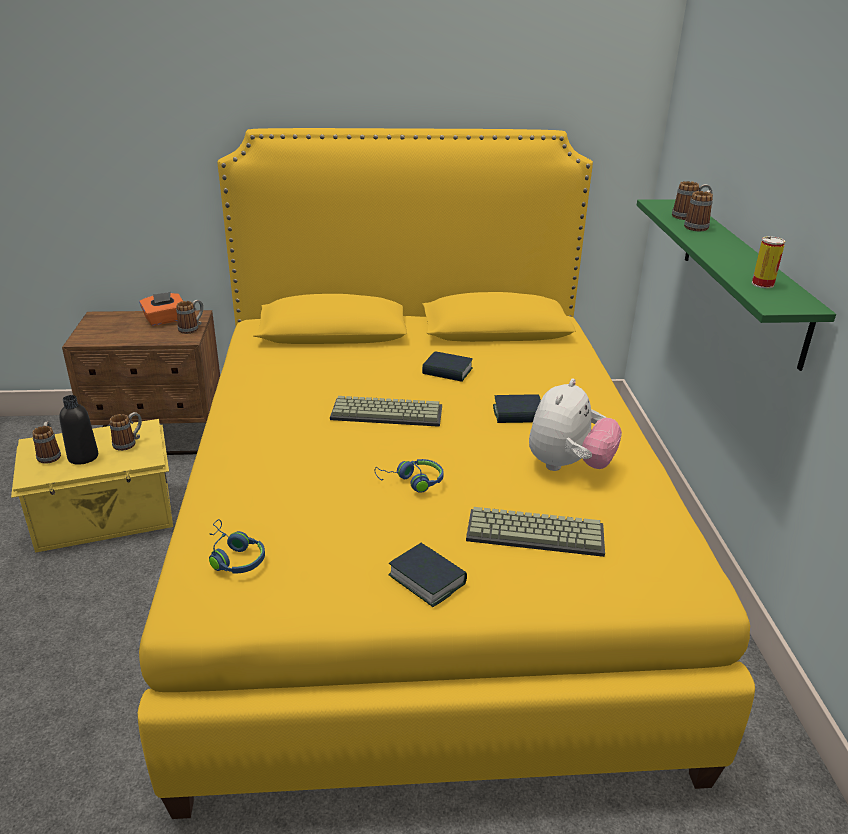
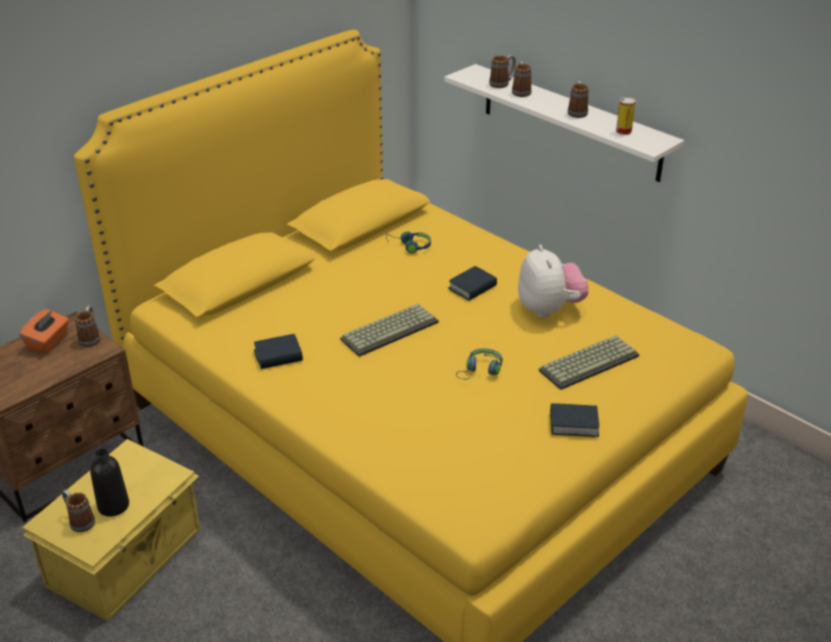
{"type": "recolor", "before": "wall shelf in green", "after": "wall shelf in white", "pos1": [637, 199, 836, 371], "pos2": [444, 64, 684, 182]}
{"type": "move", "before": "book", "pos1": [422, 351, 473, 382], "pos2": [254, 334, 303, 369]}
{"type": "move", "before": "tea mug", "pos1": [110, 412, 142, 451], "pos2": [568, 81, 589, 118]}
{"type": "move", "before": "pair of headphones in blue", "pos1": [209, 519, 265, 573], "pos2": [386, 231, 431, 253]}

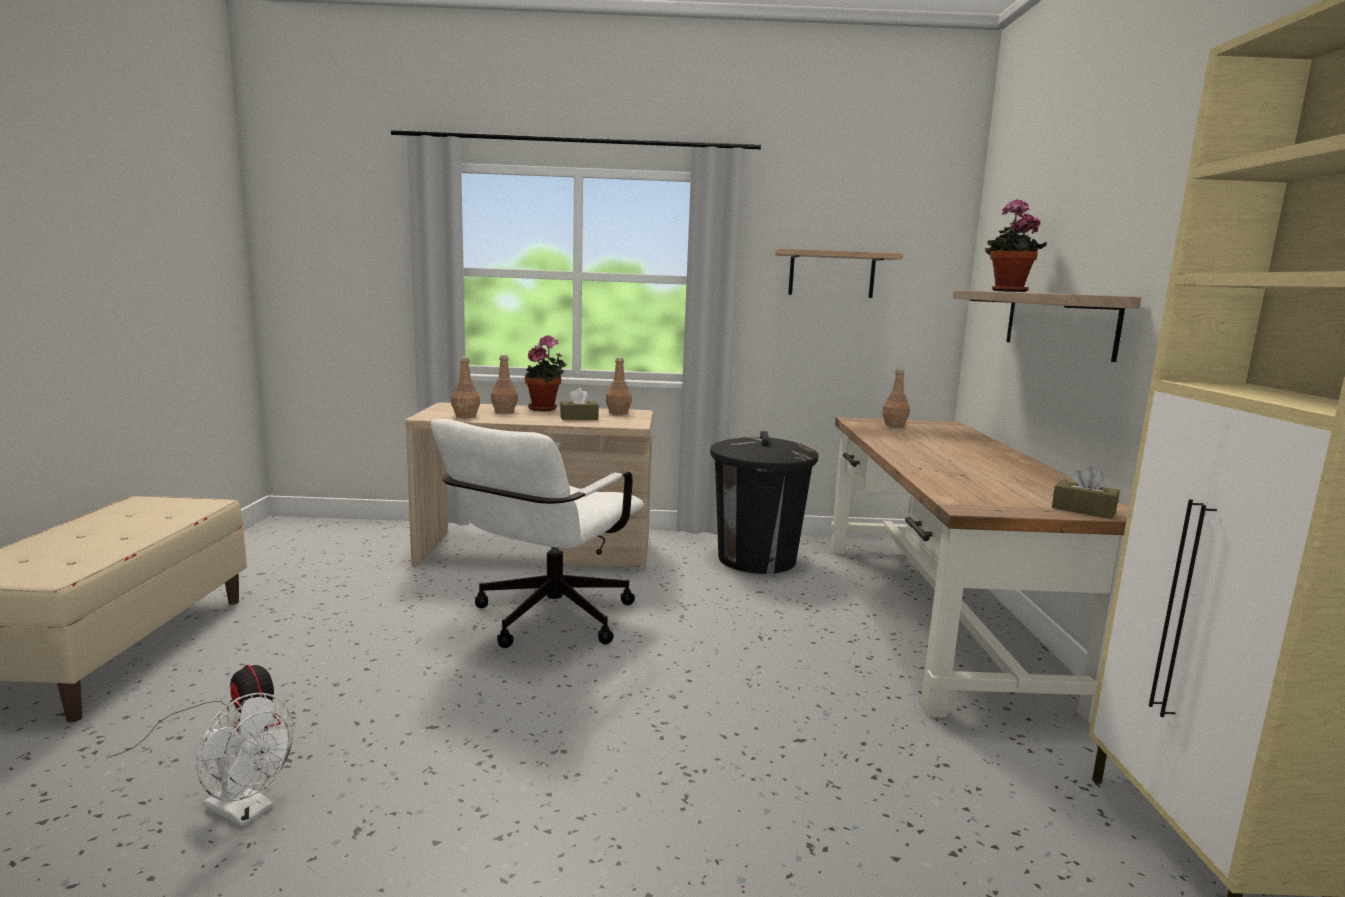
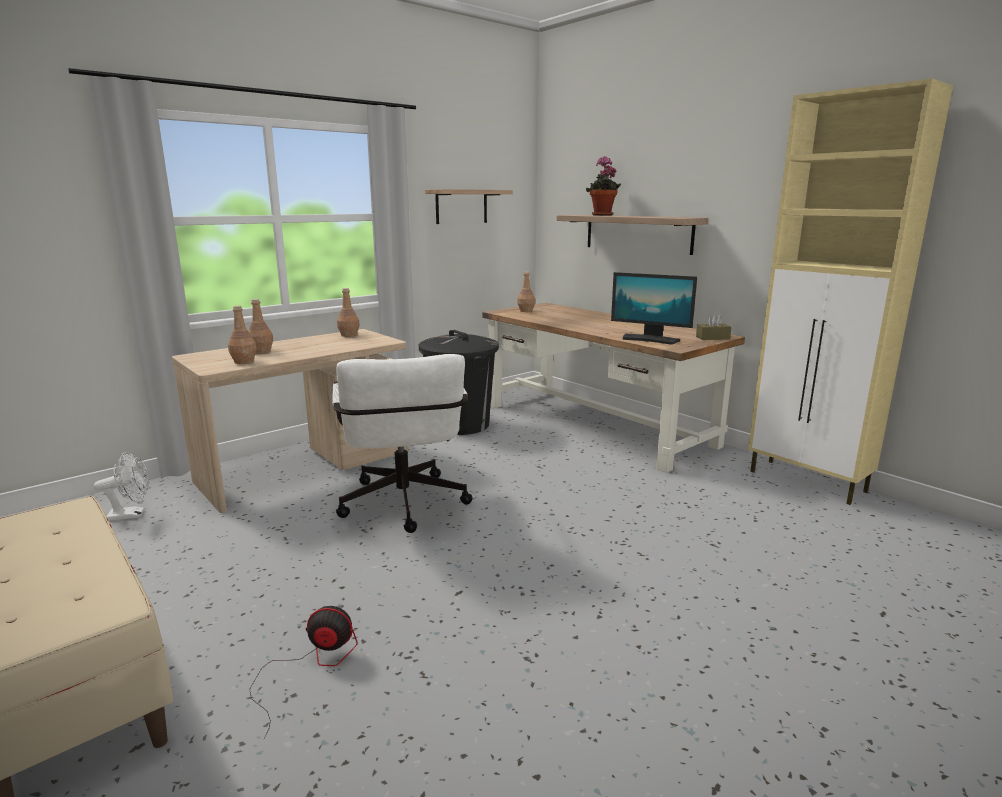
{"type": "delete", "before": "potted plant", "pos1": [525, 335, 566, 411]}
{"type": "delete", "before": "tissue holder in brownish", "pos1": [560, 388, 599, 420]}
{"type": "move", "before": "electric fan in white", "pos1": [196, 693, 293, 827], "pos2": [94, 452, 149, 521]}
{"type": "insert", "after": "computer screen", "pos2": [611, 272, 697, 345]}

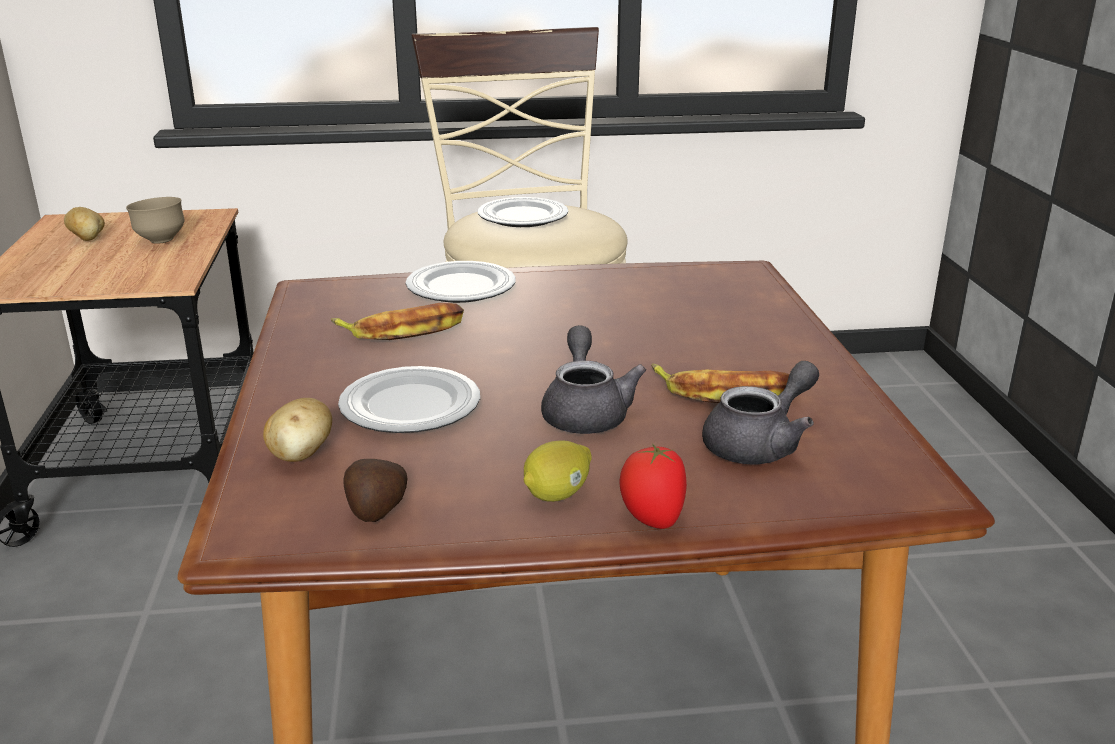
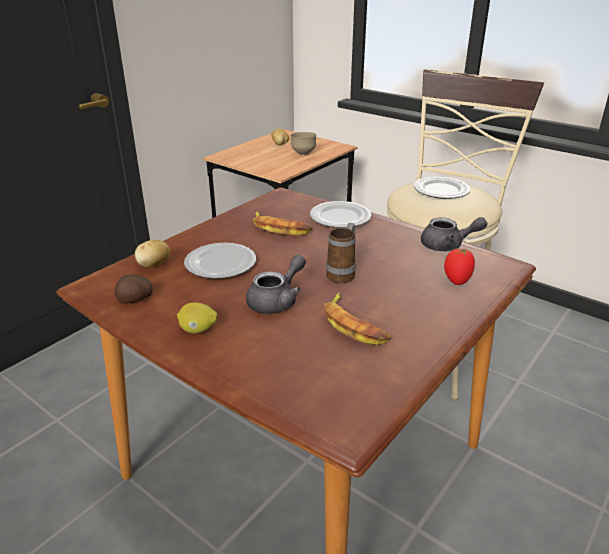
{"type": "move", "before": "pot for tea in grey", "pos1": [702, 361, 819, 464], "pos2": [421, 217, 487, 251]}
{"type": "move", "before": "fresh tomato", "pos1": [619, 444, 687, 529], "pos2": [444, 248, 475, 285]}
{"type": "insert", "after": "tea mug", "pos2": [326, 223, 356, 283]}

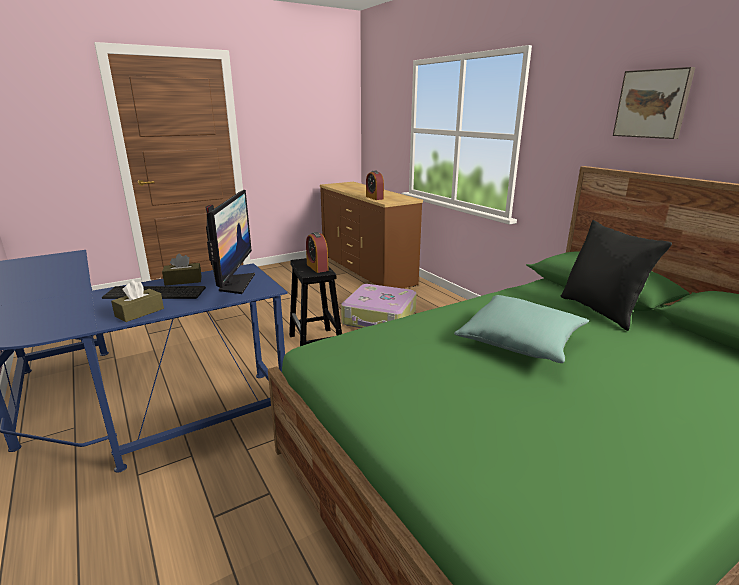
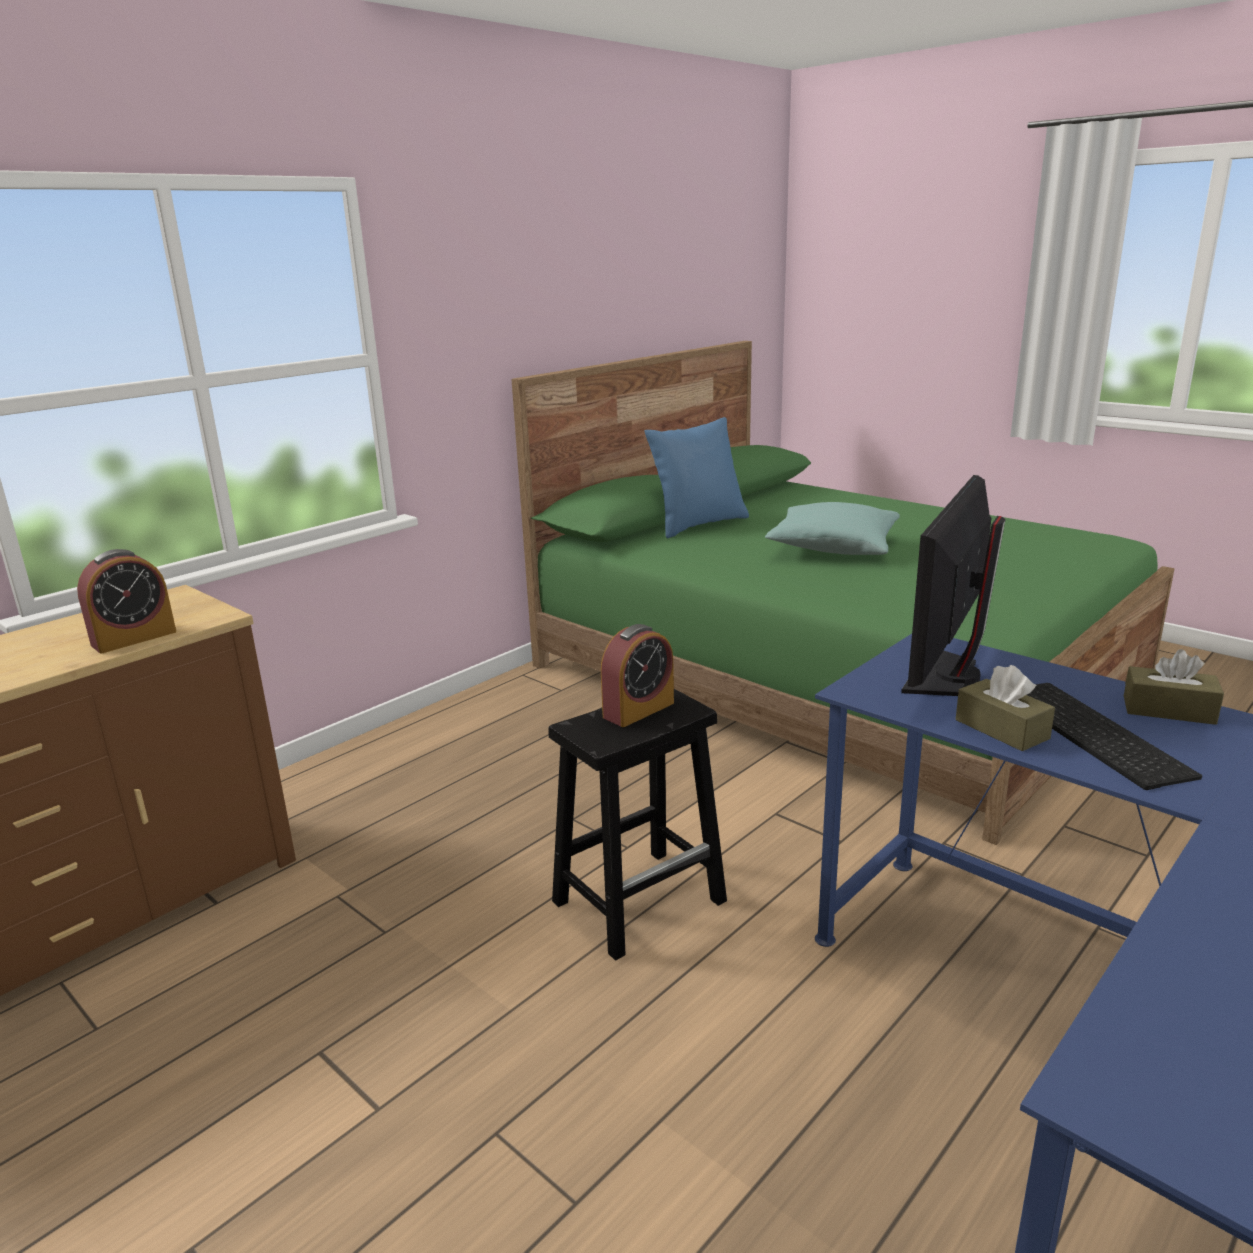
{"type": "delete", "before": "wall art", "pos1": [613, 67, 695, 139]}
{"type": "rotate", "before": "computer screen", "pos1": [205, 190, 255, 294], "pos2": [901, 475, 1006, 696], "turn": -45}
{"type": "recolor", "before": "cushion in blackish", "after": "cushion in blue", "pos1": [561, 220, 672, 331], "pos2": [645, 417, 749, 538]}
{"type": "delete", "before": "piece of luggage", "pos1": [341, 284, 417, 328]}

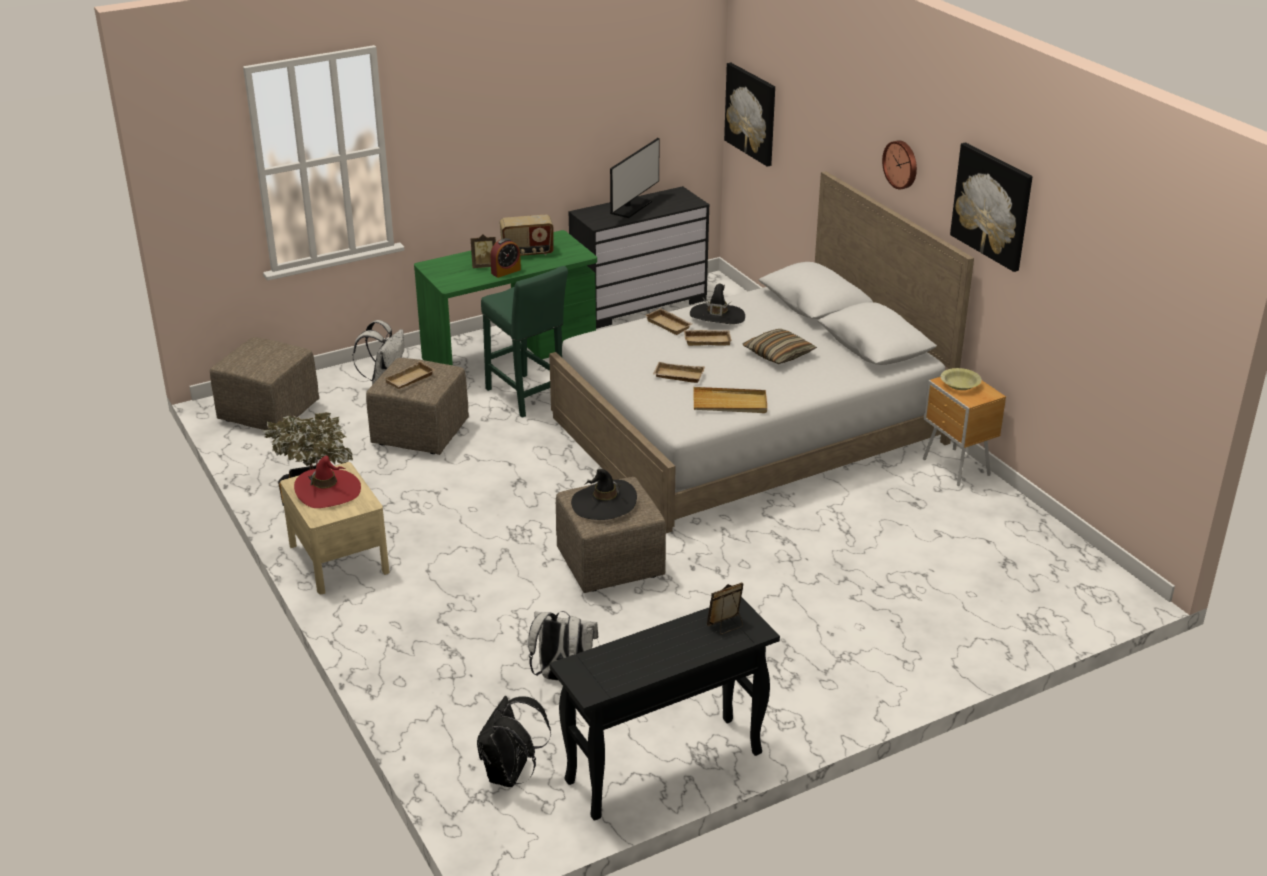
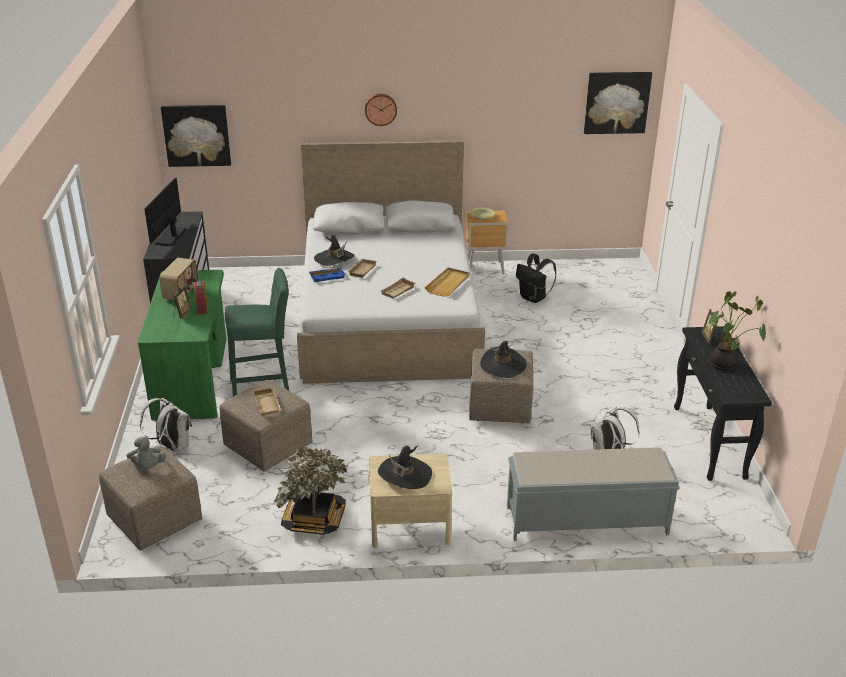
{"type": "rotate", "before": "computer screen", "pos1": [610, 138, 660, 218], "pos2": [144, 177, 186, 246], "turn": -135}
{"type": "move", "before": "wall art", "pos1": [950, 142, 1033, 272], "pos2": [584, 72, 652, 134]}
{"type": "recolor", "before": "tray in beige-coloured", "after": "tray in blue", "pos1": [645, 308, 692, 335], "pos2": [309, 267, 346, 282]}
{"type": "delete", "before": "cushion", "pos1": [742, 329, 817, 364]}
{"type": "recolor", "before": "wearable hat in red-coloured", "after": "wearable hat in blackish", "pos1": [294, 455, 361, 508], "pos2": [378, 445, 432, 489]}
{"type": "move", "before": "rucksack in blackish", "pos1": [477, 696, 551, 787], "pos2": [516, 254, 557, 303]}
{"type": "insert", "after": "potted plant", "pos2": [708, 291, 766, 371]}
{"type": "insert", "after": "cuddly toy in grey", "pos2": [126, 436, 166, 469]}
{"type": "insert", "after": "long seat in grey", "pos2": [507, 447, 680, 541]}

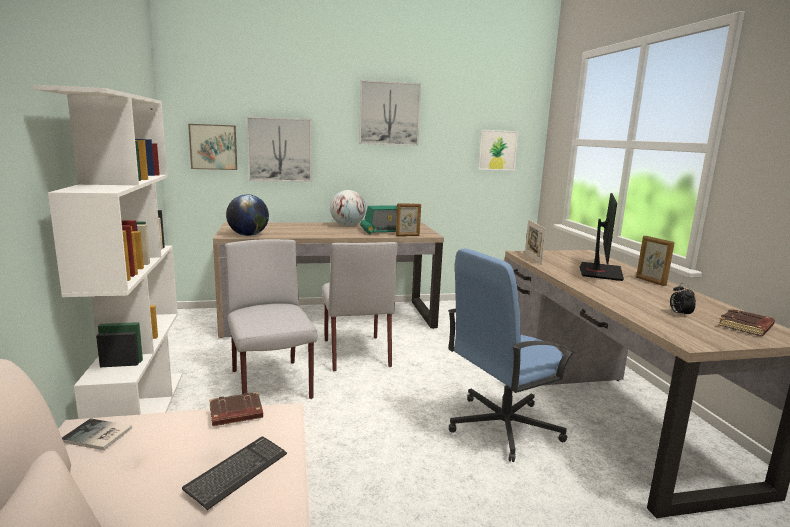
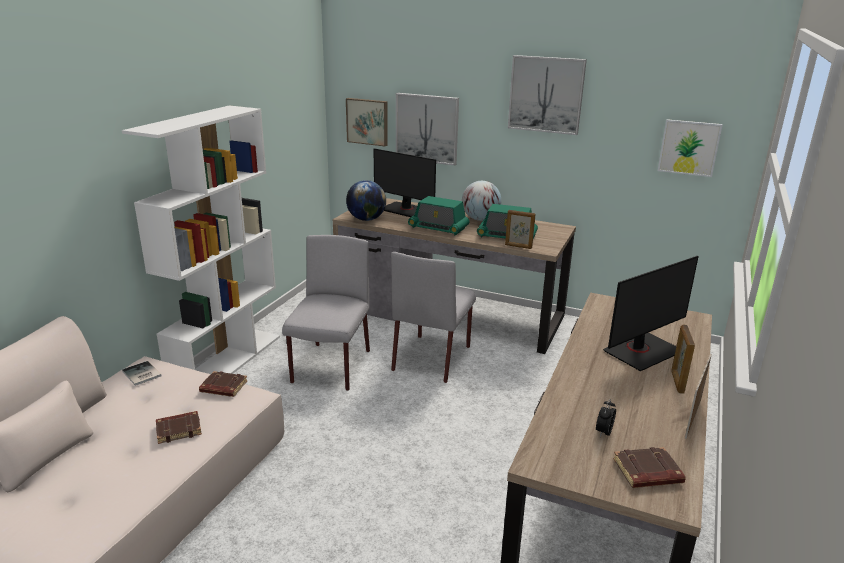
{"type": "move", "before": "standing frame", "pos1": [525, 220, 546, 265], "pos2": [685, 354, 712, 439]}
{"type": "delete", "before": "computer chair in blue", "pos1": [448, 248, 576, 462]}
{"type": "replace", "before": "computer keyboard", "after": "book in brownish", "pos1": [182, 436, 287, 510], "pos2": [156, 411, 202, 444]}
{"type": "insert", "after": "computer screen", "pos2": [374, 148, 436, 217]}
{"type": "insert", "after": "radio", "pos2": [408, 196, 470, 235]}

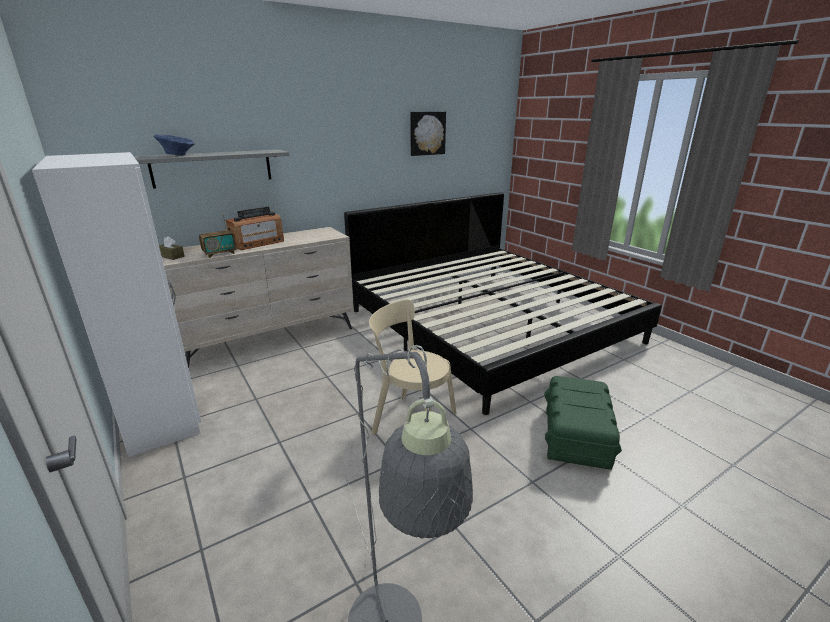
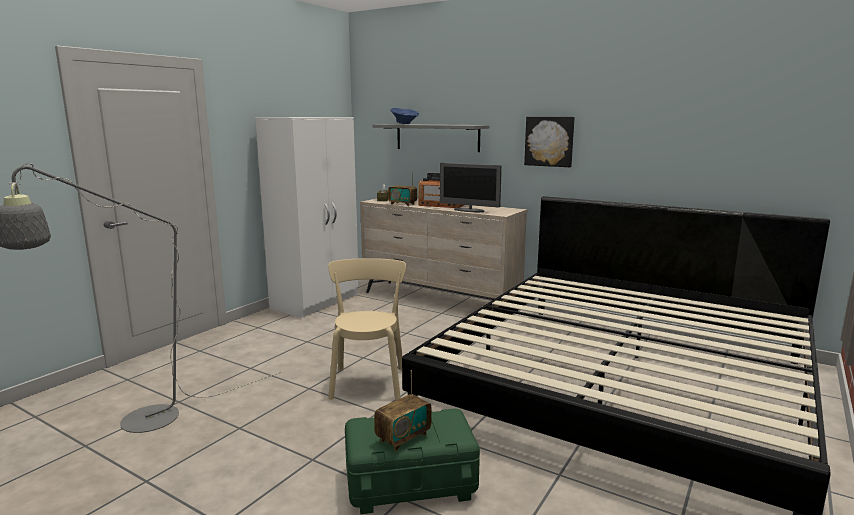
{"type": "move", "before": "wall art", "pos1": [410, 112, 446, 156], "pos2": [524, 117, 575, 167]}
{"type": "insert", "after": "computer screen", "pos2": [440, 163, 502, 212]}
{"type": "insert", "after": "radio", "pos2": [374, 370, 431, 451]}

